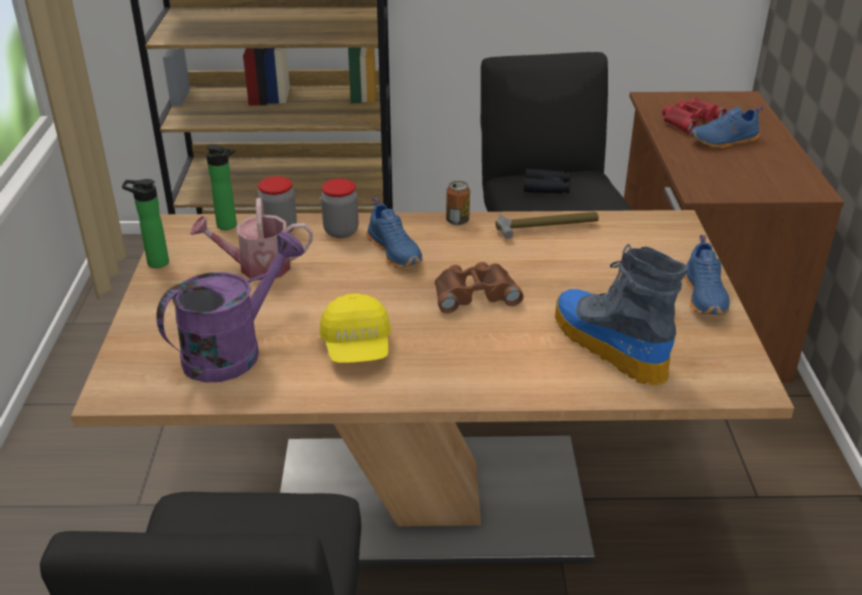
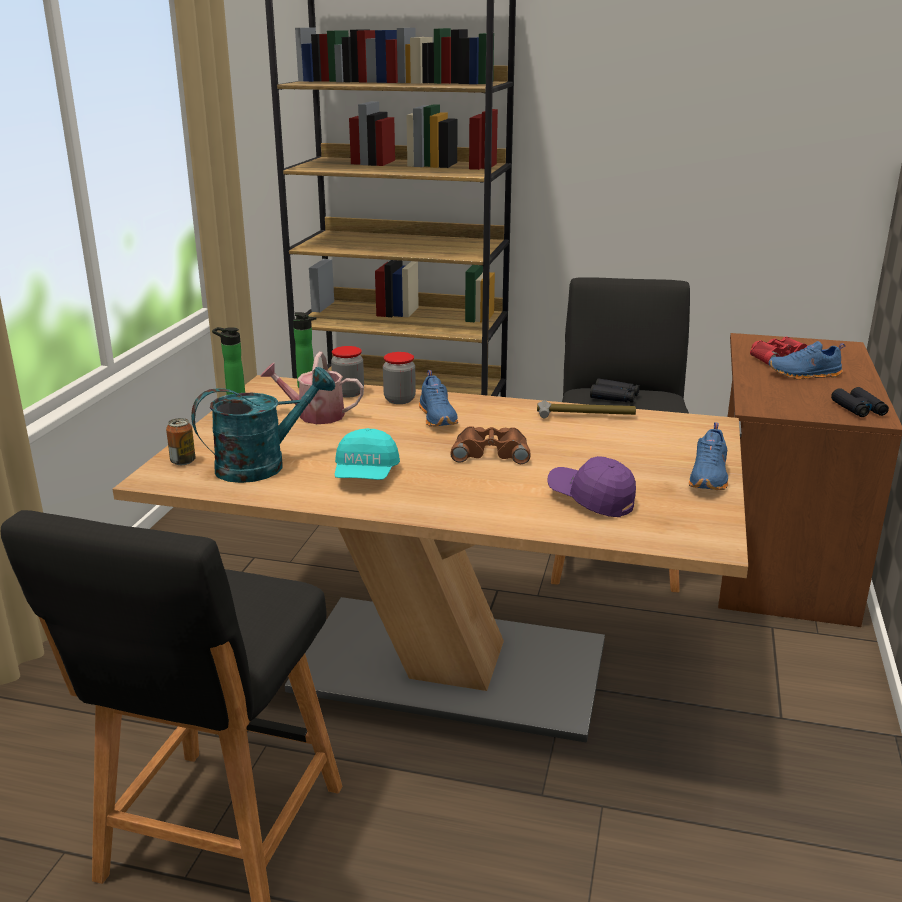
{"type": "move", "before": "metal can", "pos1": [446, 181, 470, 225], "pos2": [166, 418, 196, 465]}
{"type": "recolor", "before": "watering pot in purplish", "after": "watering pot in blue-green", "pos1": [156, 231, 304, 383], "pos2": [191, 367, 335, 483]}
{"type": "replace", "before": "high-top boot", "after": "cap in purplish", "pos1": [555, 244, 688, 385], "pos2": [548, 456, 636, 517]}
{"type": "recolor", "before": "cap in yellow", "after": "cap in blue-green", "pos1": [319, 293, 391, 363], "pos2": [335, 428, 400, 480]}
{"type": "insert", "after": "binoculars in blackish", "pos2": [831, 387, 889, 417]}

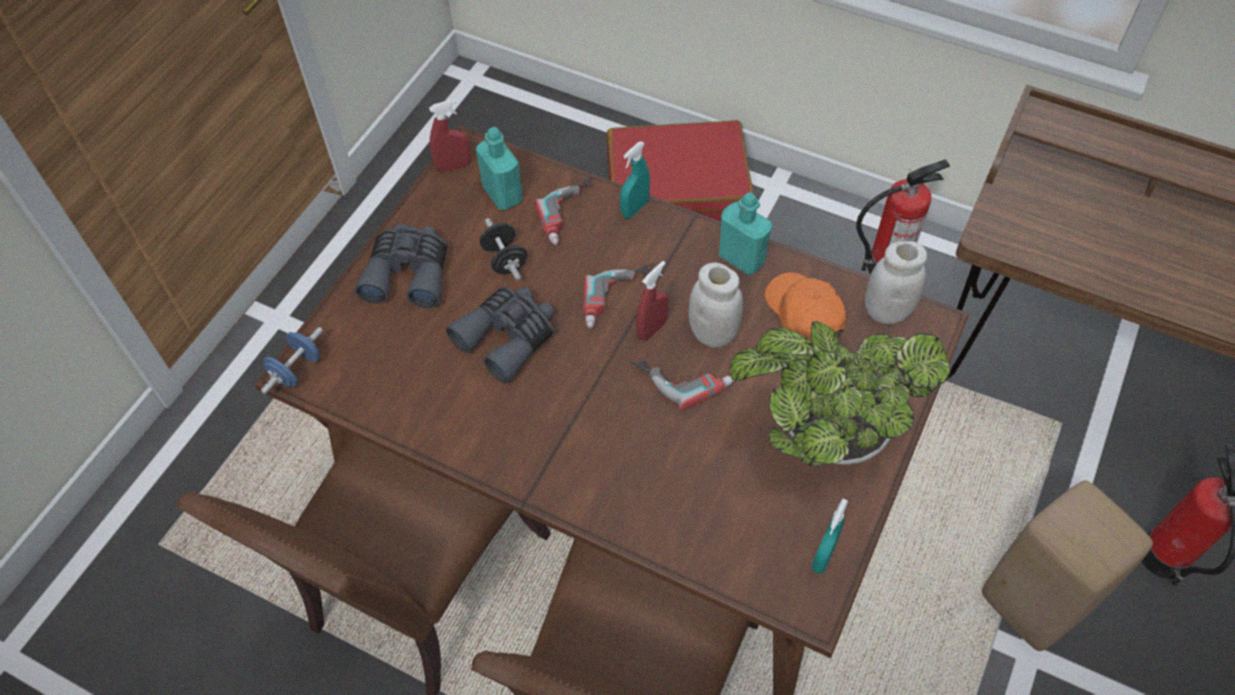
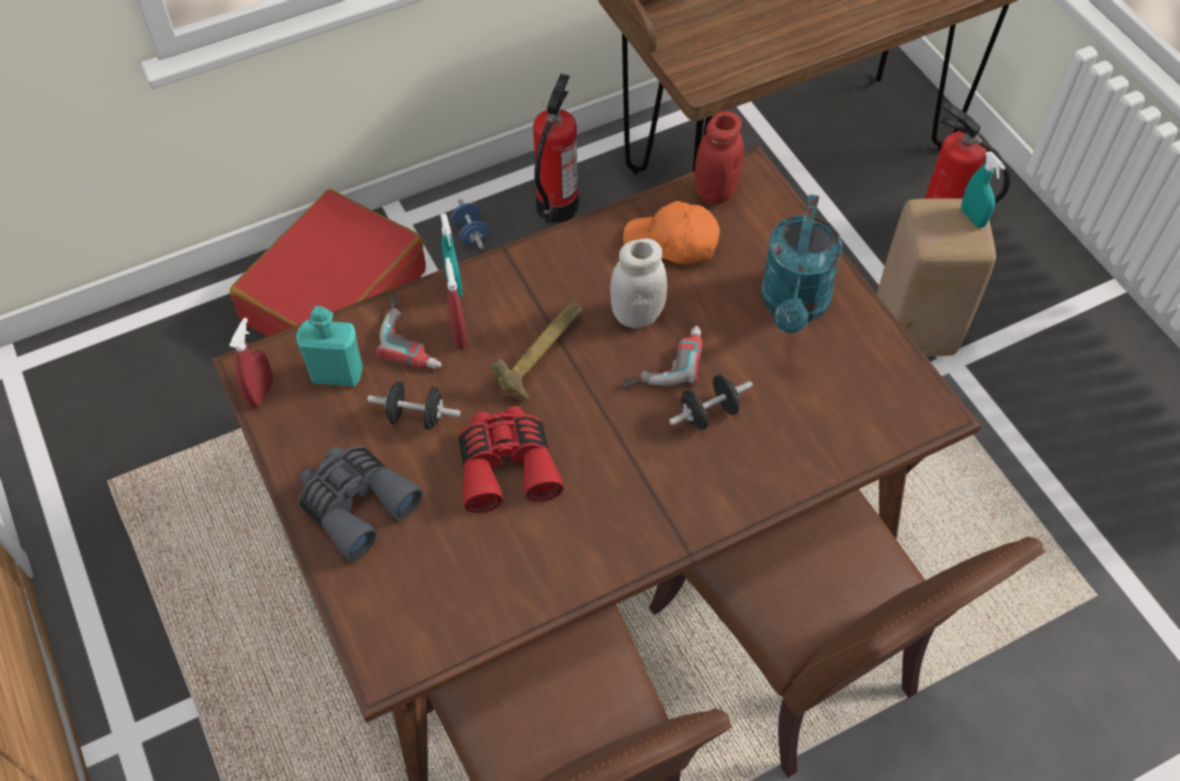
{"type": "delete", "before": "beverage bottle in blue-green", "pos1": [719, 192, 772, 275]}
{"type": "recolor", "before": "jar in white", "after": "jar in red-coloured", "pos1": [865, 241, 927, 324], "pos2": [695, 111, 744, 204]}
{"type": "move", "before": "sprayer in red-coloured", "pos1": [636, 261, 669, 341], "pos2": [446, 258, 468, 349]}
{"type": "replace", "before": "power drill", "after": "tool hammer", "pos1": [583, 263, 655, 328], "pos2": [490, 302, 583, 401]}
{"type": "recolor", "before": "binoculars in grey", "after": "binoculars in red-coloured", "pos1": [446, 287, 554, 384], "pos2": [458, 406, 564, 513]}
{"type": "replace", "before": "potted plant", "after": "watering pot in blue-green", "pos1": [730, 321, 951, 466], "pos2": [760, 194, 843, 333]}
{"type": "move", "before": "dumbbell in blue", "pos1": [261, 327, 323, 394], "pos2": [451, 199, 489, 249]}
{"type": "move", "before": "sprayer in blue-green", "pos1": [812, 498, 848, 574], "pos2": [961, 151, 1006, 228]}
{"type": "insert", "after": "dumbbell in blackish", "pos2": [669, 375, 753, 430]}

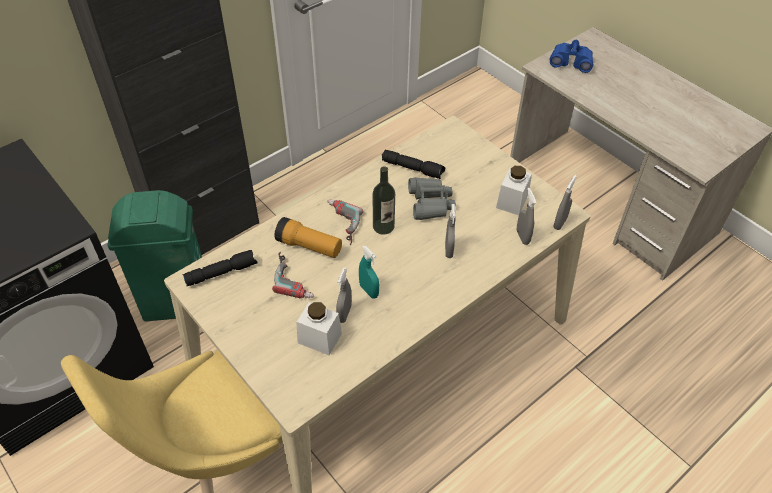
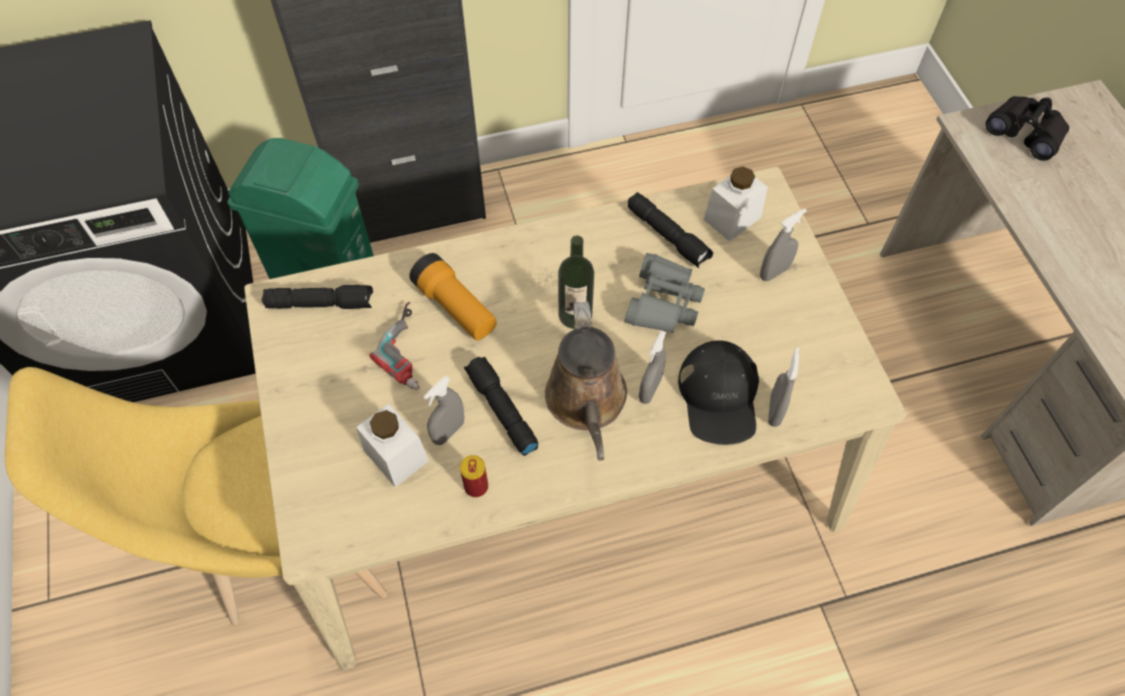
{"type": "recolor", "before": "binoculars in blue", "after": "binoculars in blackish", "pos1": [550, 40, 593, 73], "pos2": [986, 96, 1069, 161]}
{"type": "move", "before": "jar in white", "pos1": [496, 166, 532, 215], "pos2": [703, 166, 768, 242]}
{"type": "move", "before": "sprayer in grey", "pos1": [554, 175, 577, 230], "pos2": [760, 208, 807, 281]}
{"type": "delete", "before": "power drill", "pos1": [327, 199, 363, 245]}
{"type": "replace", "before": "sprayer in blue-green", "after": "hand torch in blackish", "pos1": [359, 245, 379, 299], "pos2": [464, 356, 538, 456]}
{"type": "insert", "after": "watering pot in brownish", "pos2": [545, 302, 627, 460]}
{"type": "insert", "after": "cap in blackish", "pos2": [678, 340, 759, 445]}
{"type": "insert", "after": "metal can", "pos2": [460, 455, 488, 497]}

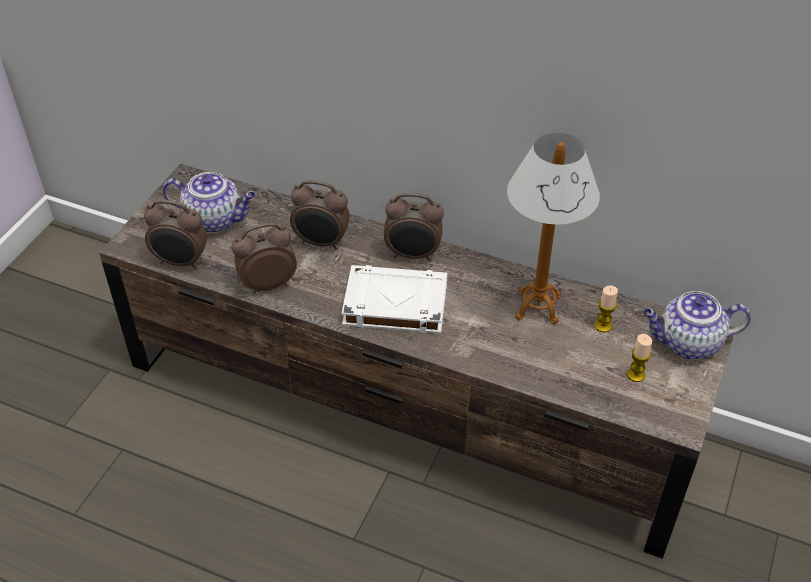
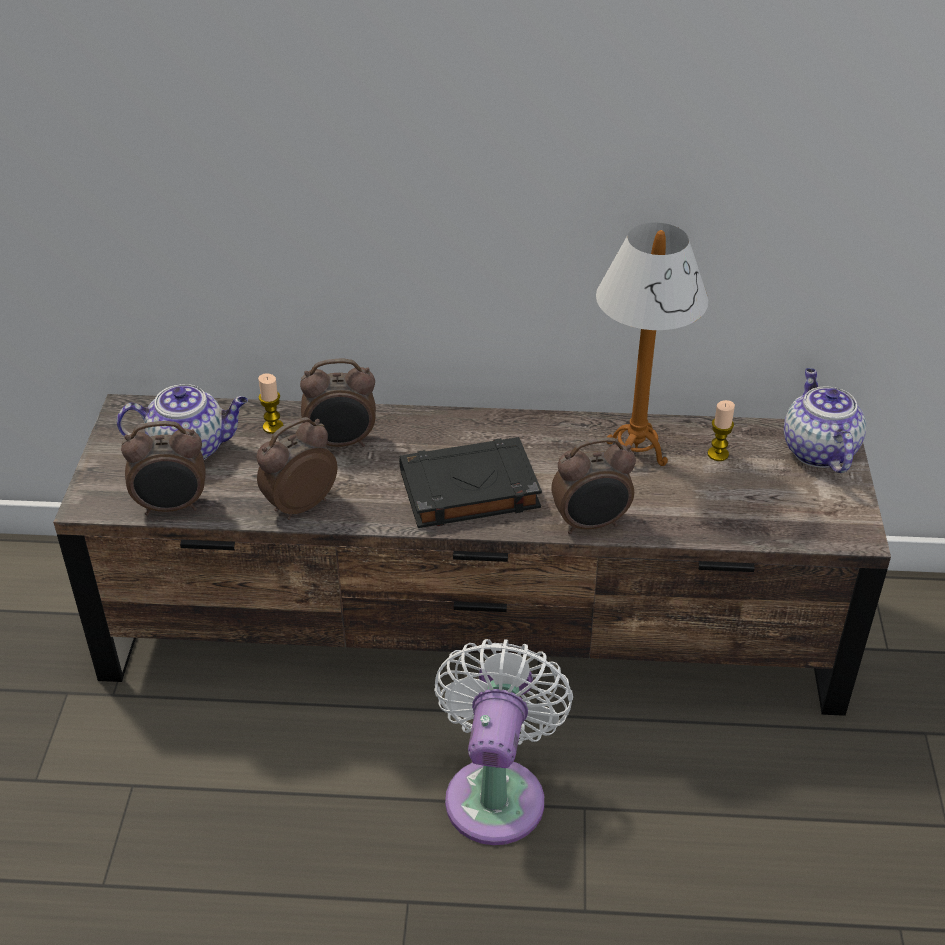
{"type": "move", "before": "alarm clock", "pos1": [384, 193, 444, 261], "pos2": [551, 437, 636, 534]}
{"type": "recolor", "before": "book in white", "after": "book in blackish", "pos1": [341, 265, 447, 334], "pos2": [399, 437, 542, 528]}
{"type": "rotate", "before": "pot for tea", "pos1": [643, 291, 751, 360], "pos2": [784, 368, 866, 473], "turn": 105}
{"type": "move", "before": "wax light", "pos1": [627, 334, 652, 382], "pos2": [258, 373, 284, 434]}
{"type": "insert", "after": "electric fan in white", "pos2": [434, 639, 573, 845]}

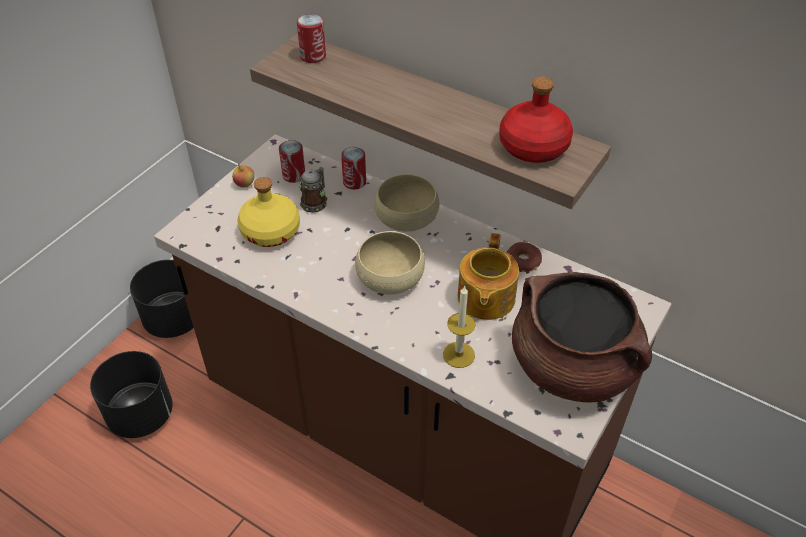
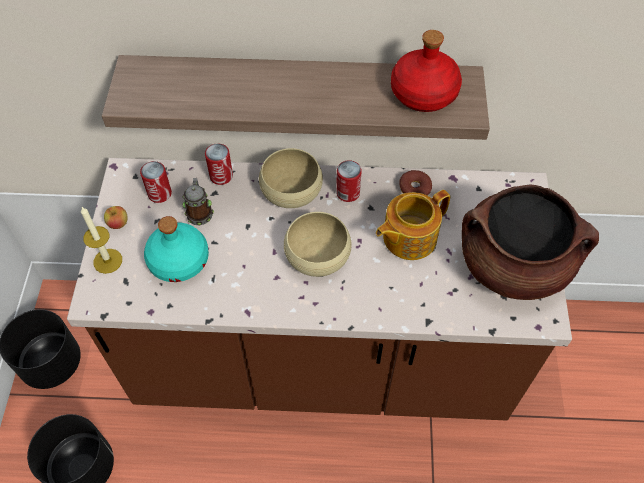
{"type": "move", "before": "metal can", "pos1": [297, 14, 326, 63], "pos2": [336, 160, 362, 202]}
{"type": "recolor", "before": "beverage bottle in yellow", "after": "beverage bottle in blue-green", "pos1": [237, 177, 300, 247], "pos2": [144, 216, 209, 282]}
{"type": "rotate", "before": "pot for tea", "pos1": [458, 233, 519, 320], "pos2": [376, 190, 450, 260], "turn": 75}
{"type": "move", "before": "wax light", "pos1": [443, 286, 476, 368], "pos2": [81, 207, 122, 274]}

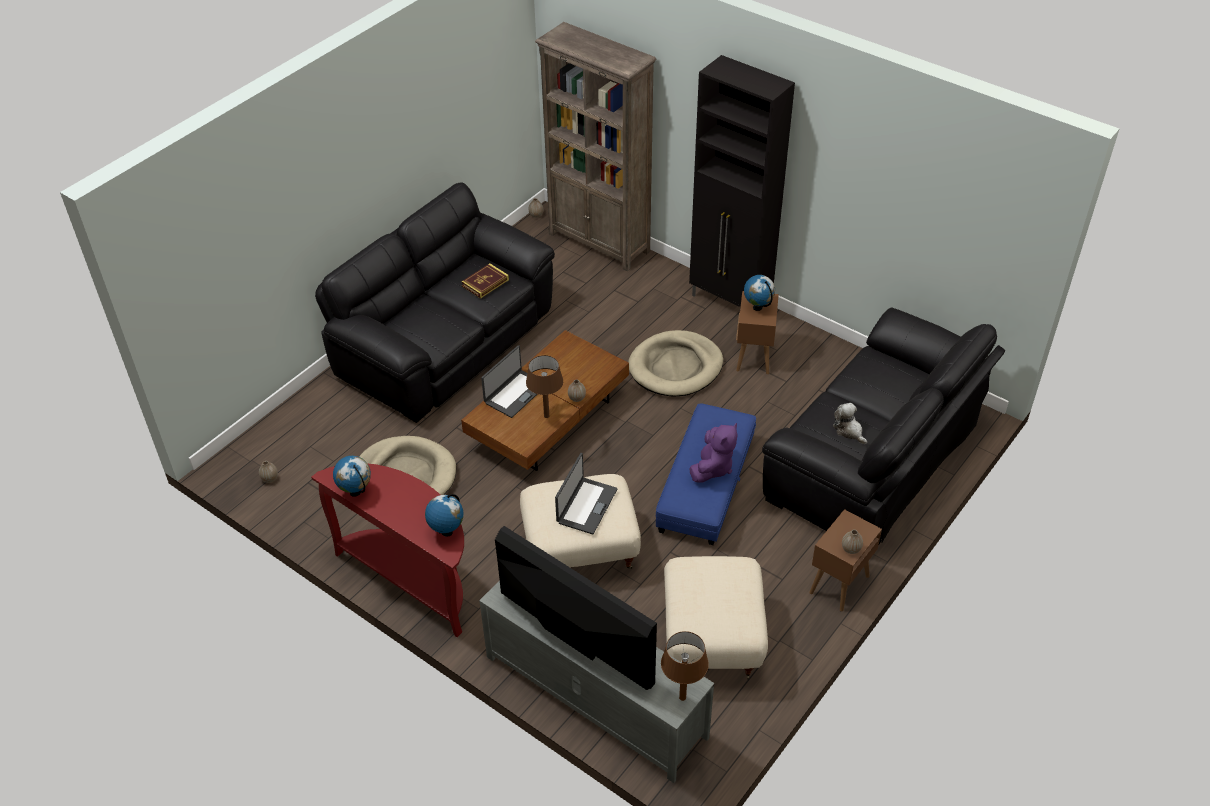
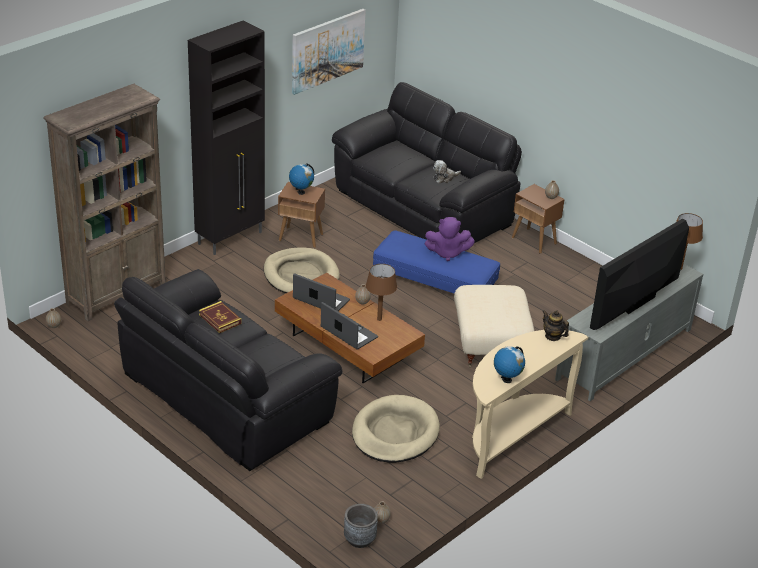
{"type": "rotate", "before": "cuddly toy in purplish", "pos1": [689, 423, 738, 483], "pos2": [425, 217, 475, 261], "turn": 150}
{"type": "move", "before": "portable computer", "pos1": [555, 453, 617, 535], "pos2": [293, 273, 350, 311]}
{"type": "recolor", "before": "console table in red-coloured", "after": "console table in beige-coloured", "pos1": [311, 463, 464, 637], "pos2": [472, 330, 588, 479]}
{"type": "replace", "before": "desk globe", "after": "pot for tea", "pos1": [425, 494, 464, 537], "pos2": [542, 310, 569, 341]}
{"type": "delete", "before": "ottoman in beige-coloured", "pos1": [664, 556, 768, 679]}
{"type": "insert", "after": "wall art", "pos2": [292, 9, 366, 95]}
{"type": "insert", "after": "flower pot in grey", "pos2": [344, 504, 378, 548]}

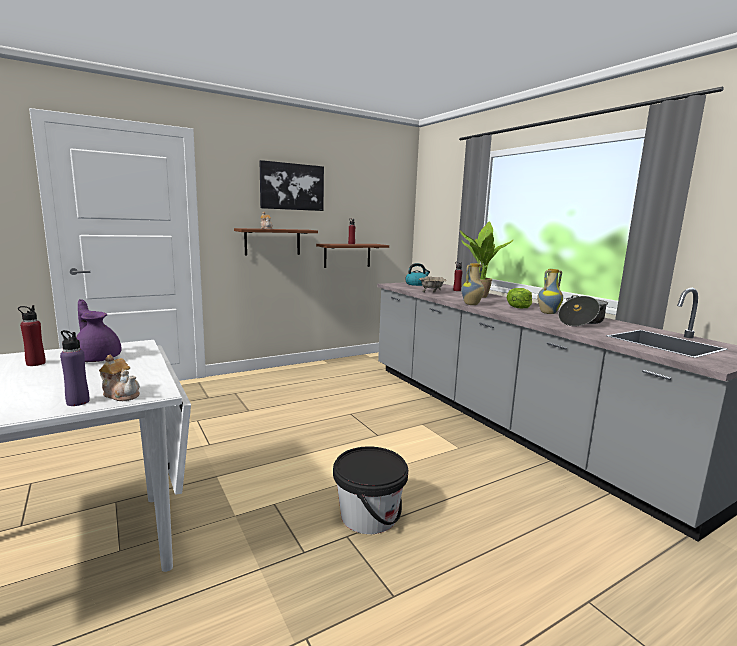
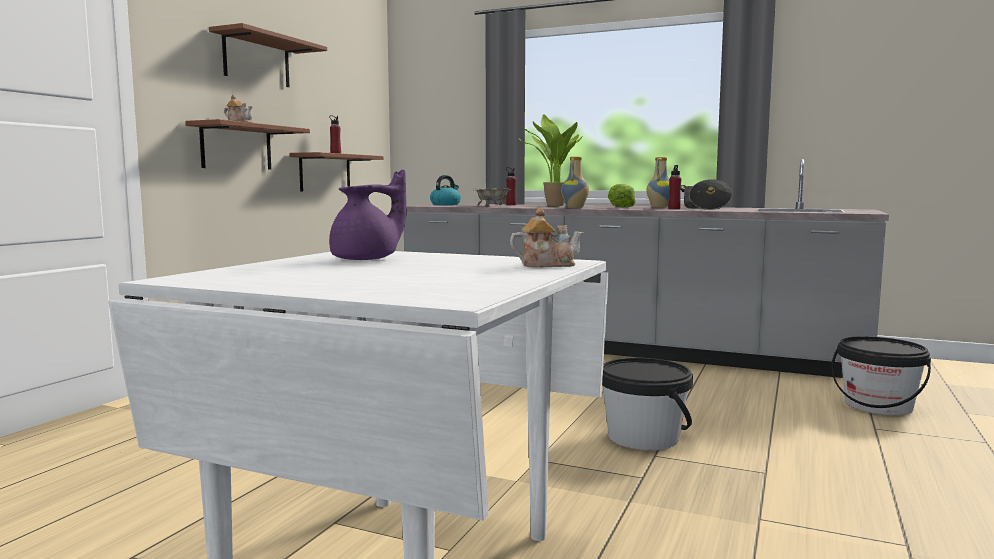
{"type": "replace", "before": "wall art", "after": "wall shelf in brownish", "pos1": [260, 160, 324, 211], "pos2": [209, 23, 327, 87]}
{"type": "rotate", "before": "pot for tea in purplish", "pos1": [76, 299, 121, 362], "pos2": [329, 170, 407, 260], "turn": 135}
{"type": "move", "before": "beverage bottle in red-coloured", "pos1": [18, 305, 46, 366], "pos2": [668, 165, 681, 209]}
{"type": "delete", "before": "beverage bottle in purplish", "pos1": [60, 330, 89, 406]}
{"type": "insert", "after": "pail in blackish", "pos2": [831, 336, 931, 415]}

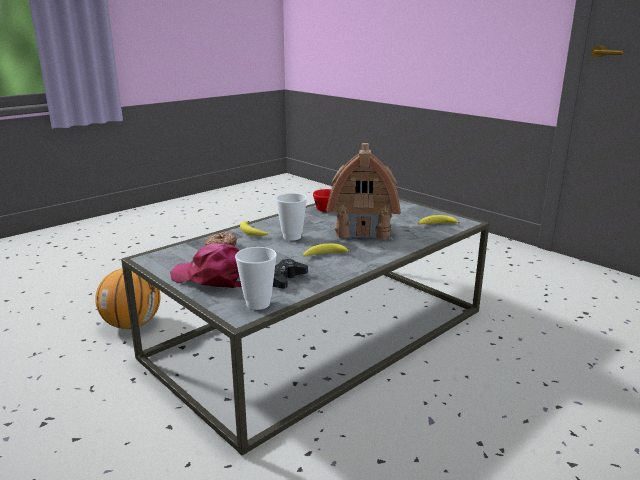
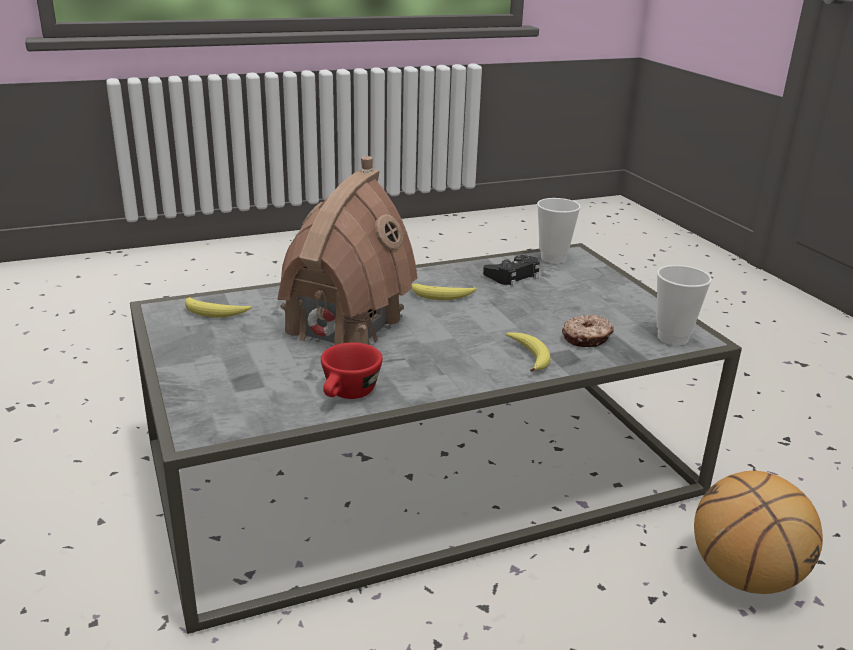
{"type": "move", "before": "drinking cup", "pos1": [276, 193, 307, 241], "pos2": [657, 265, 712, 345]}
{"type": "delete", "before": "cap in pink-coloured", "pos1": [170, 243, 242, 288]}

